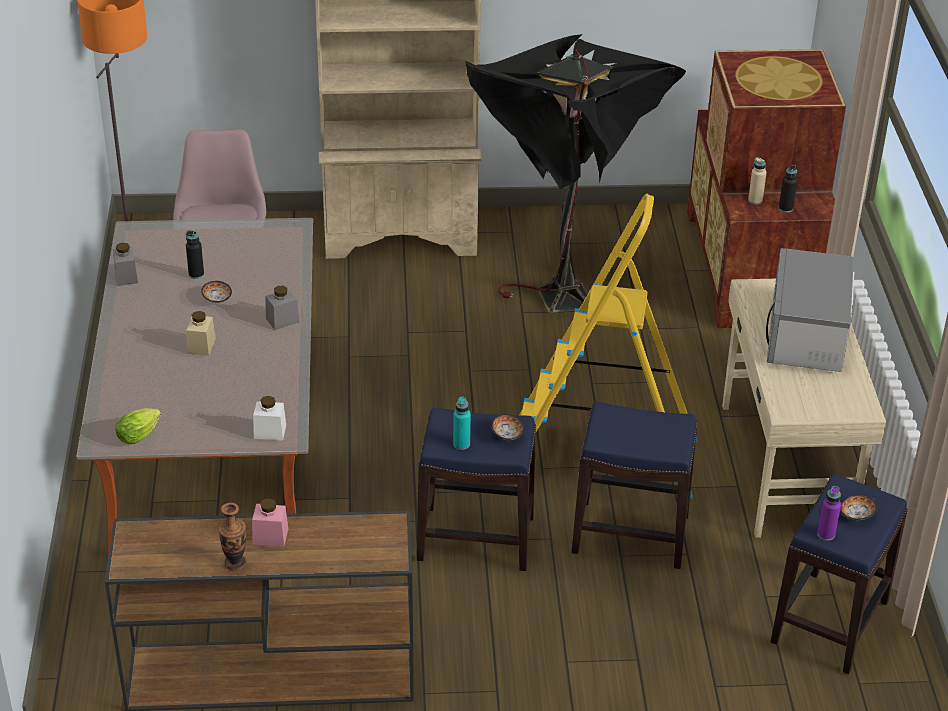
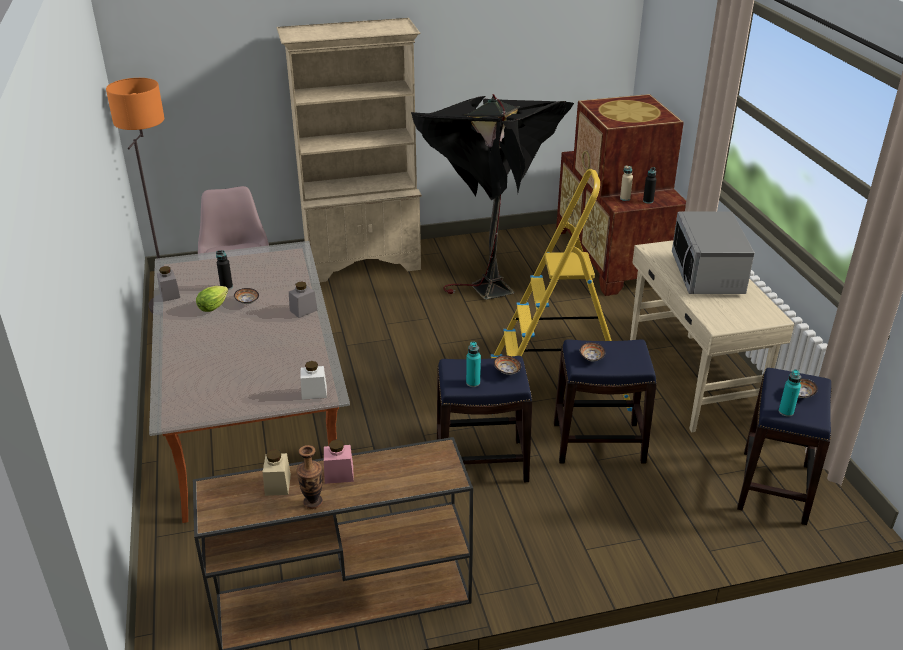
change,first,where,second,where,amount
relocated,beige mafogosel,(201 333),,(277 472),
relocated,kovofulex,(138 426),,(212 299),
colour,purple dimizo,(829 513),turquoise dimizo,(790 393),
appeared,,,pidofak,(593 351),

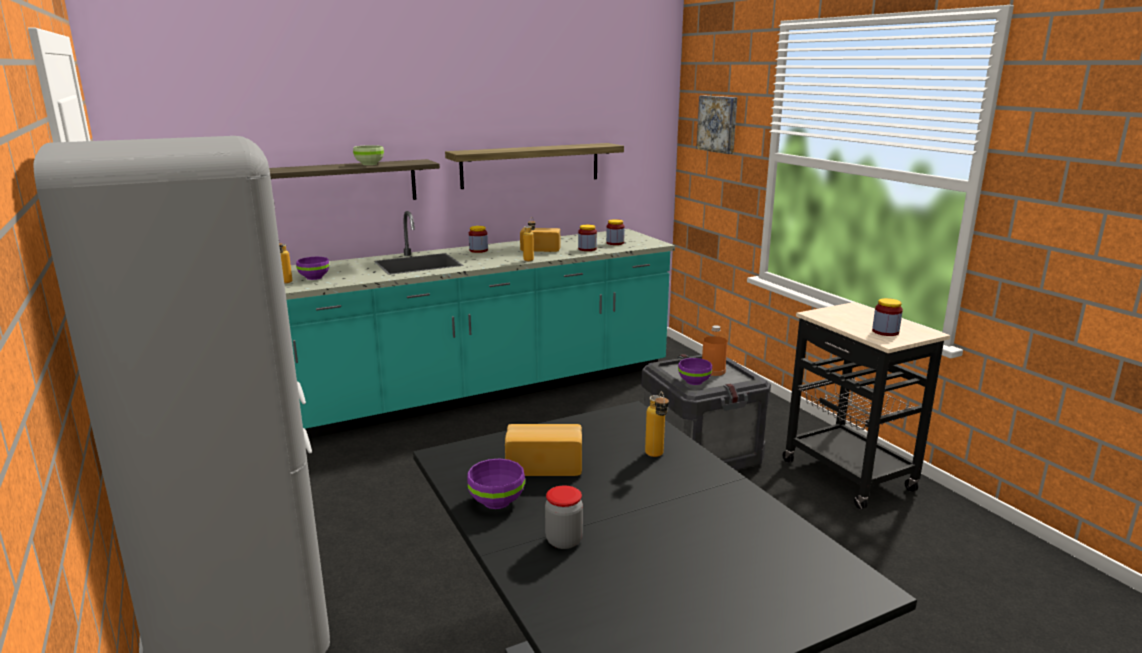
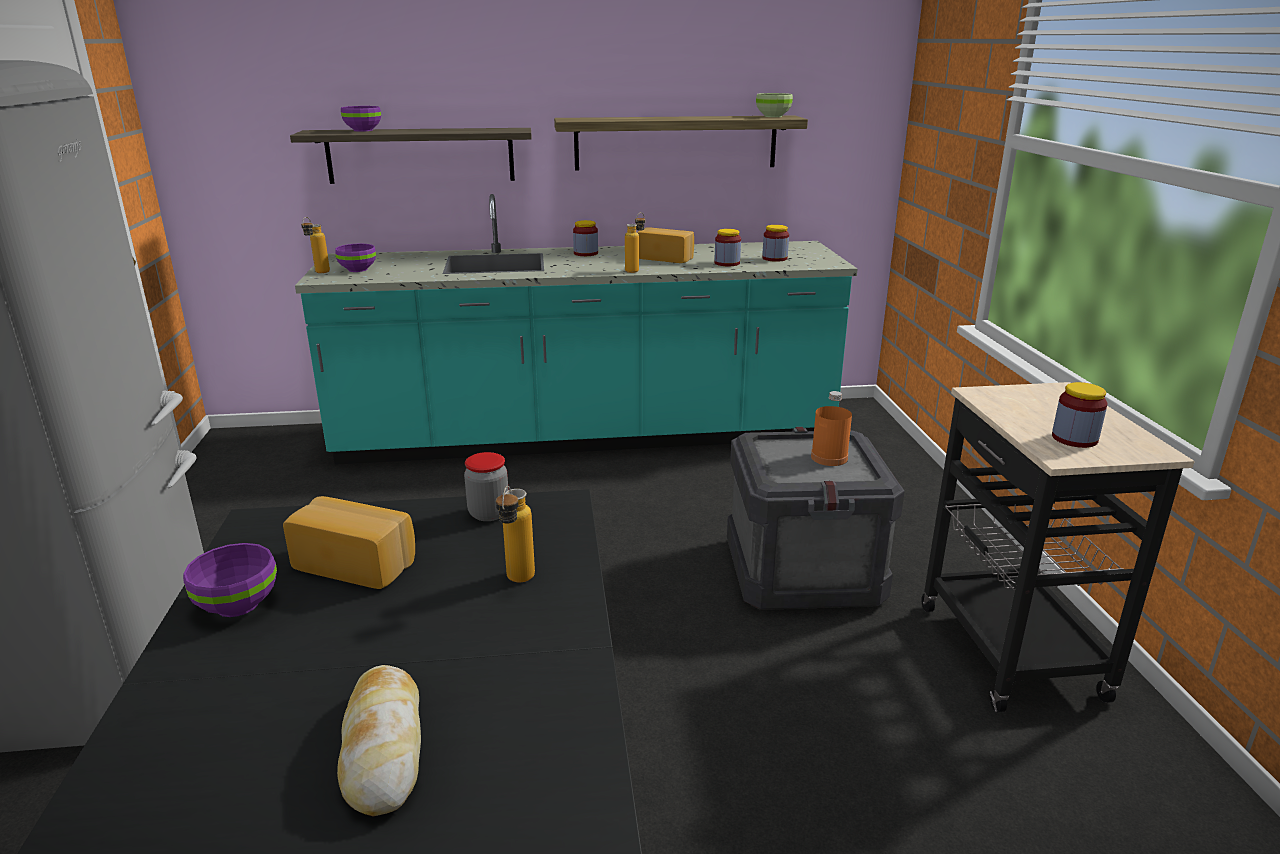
change,first,where,second,where,amount
missing,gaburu,(716 124),,,
relocated,green pidofak,(368 155),,(774 105),
relocated,purple pidofak,(695 371),,(361 119),
relocated,mafogosel,(564 517),,(486 486),
appeared,,,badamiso,(379 741),

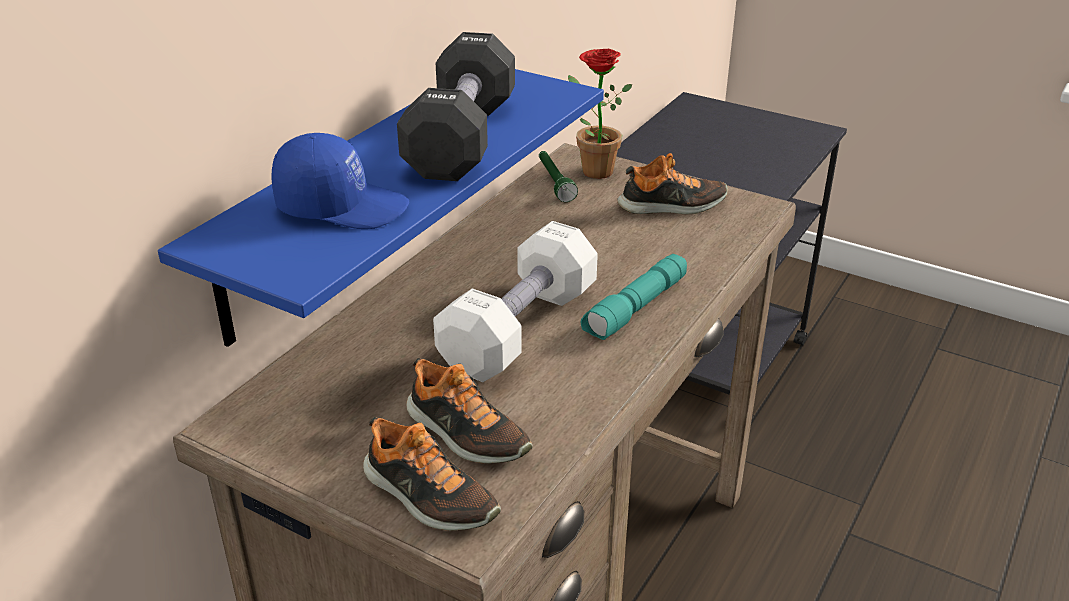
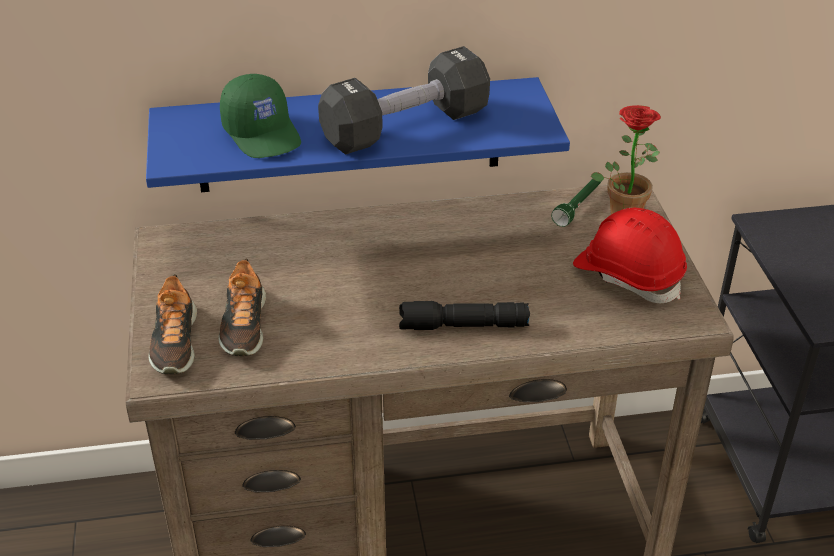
change,first,where,second,where,amount
colour,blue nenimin,(340 181),green nenimin,(260 116),
exchanged,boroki,(672 183),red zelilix,(630 255),
missing,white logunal,(515 301),,,
colour,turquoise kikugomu,(634 297),black kikugomu,(464 315),

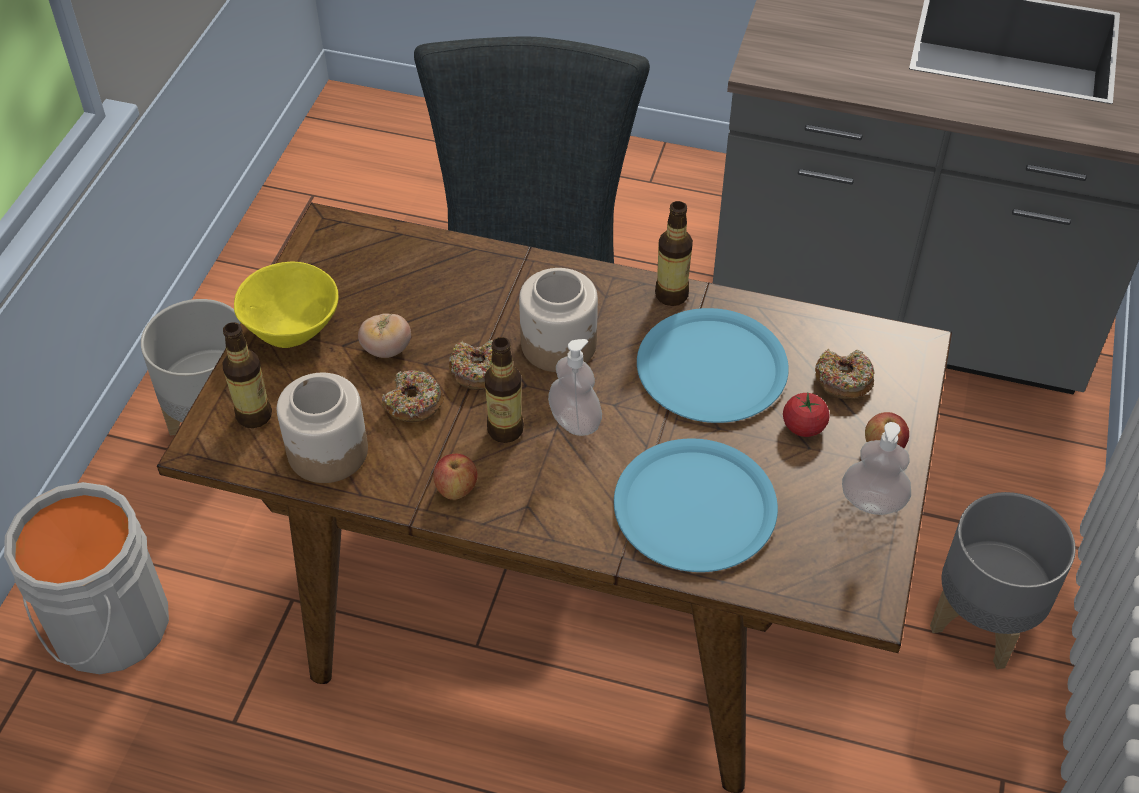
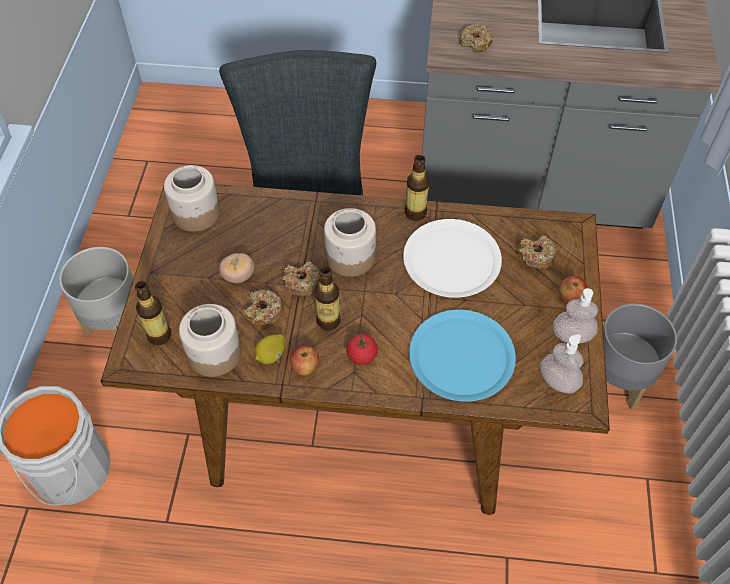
change,first,where,second,where,amount
missing,yellow pidofak,(286 305),,,
colour,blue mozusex,(713 365),white mozusex,(452 258),
relocated,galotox,(575 387),,(562 364),
relocated,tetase,(806 415),,(362 349),
appeared,,,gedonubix,(476 38),
appeared,,,mafogosel,(192 198),
appeared,,,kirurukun,(270 349),

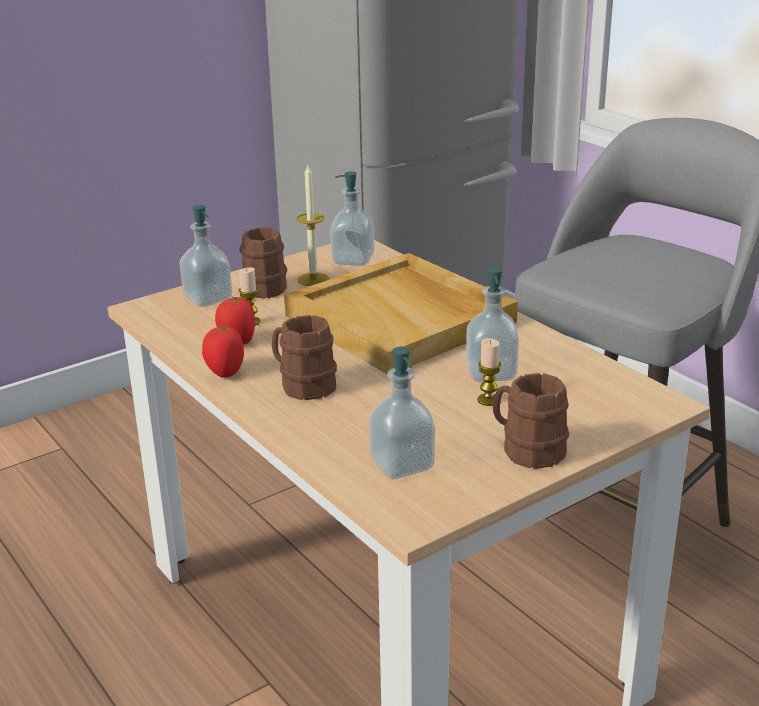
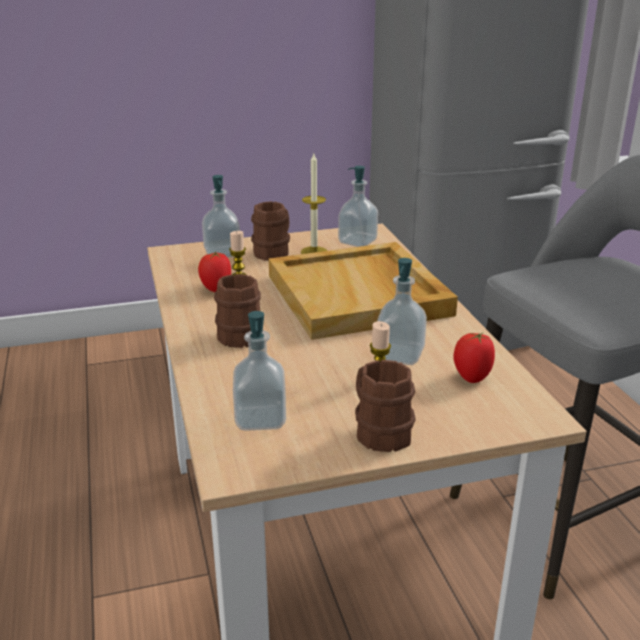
change,first,where,second,where,amount
relocated,tetase,(223 351),,(474 357),

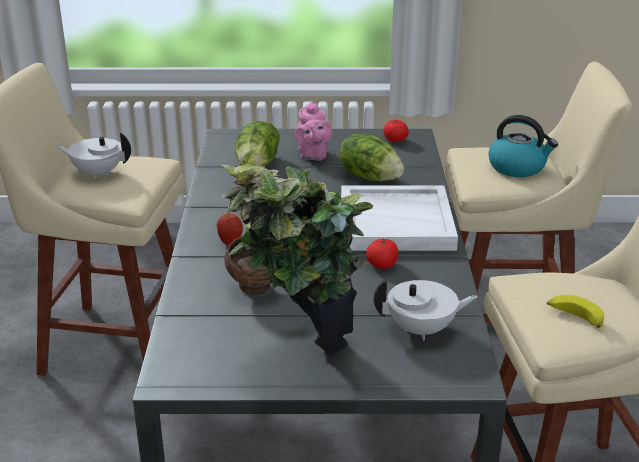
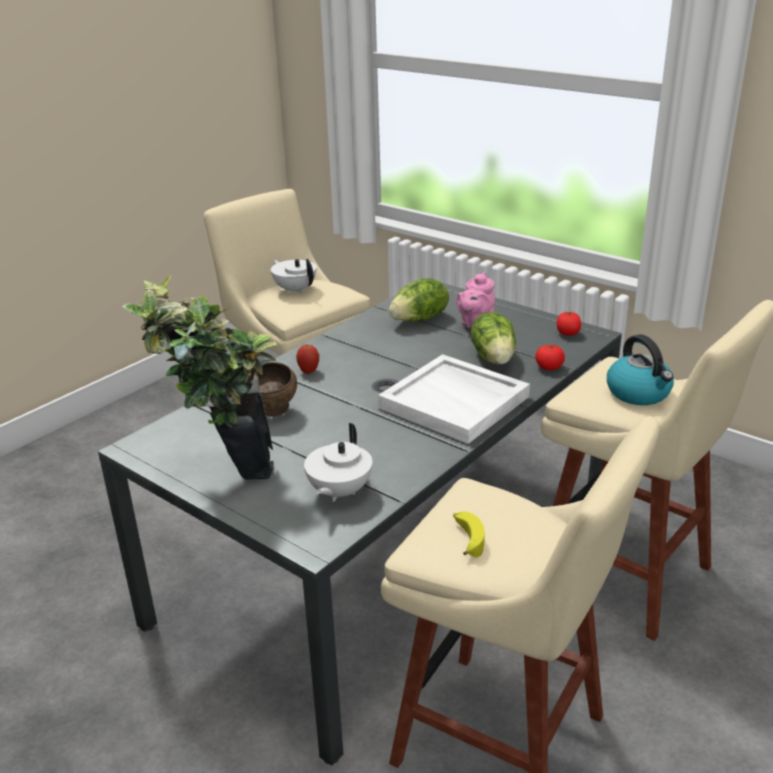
change,first,where,second,where,amount
relocated,tetase,(382 253),,(550 357),
spun,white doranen,(426 310),,(338 462),75 degrees clockwise

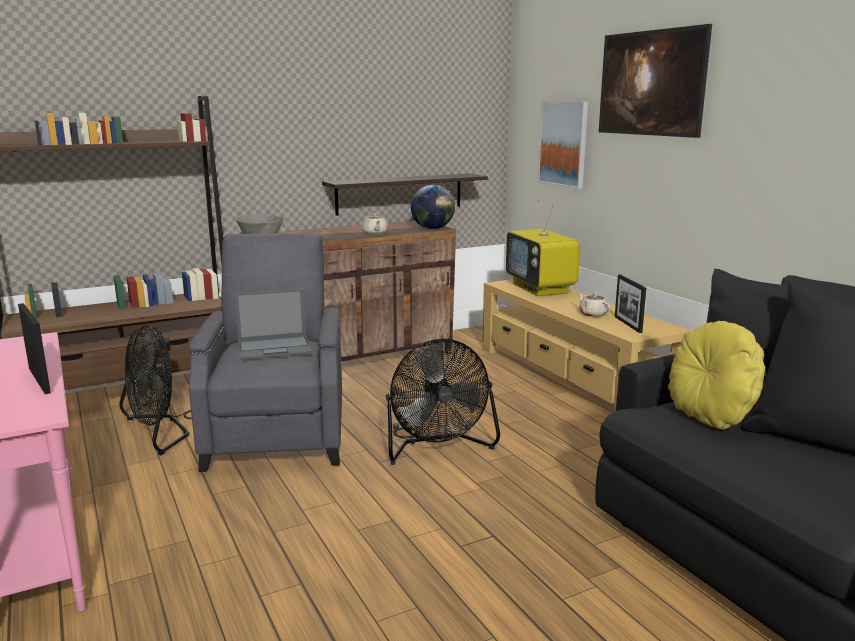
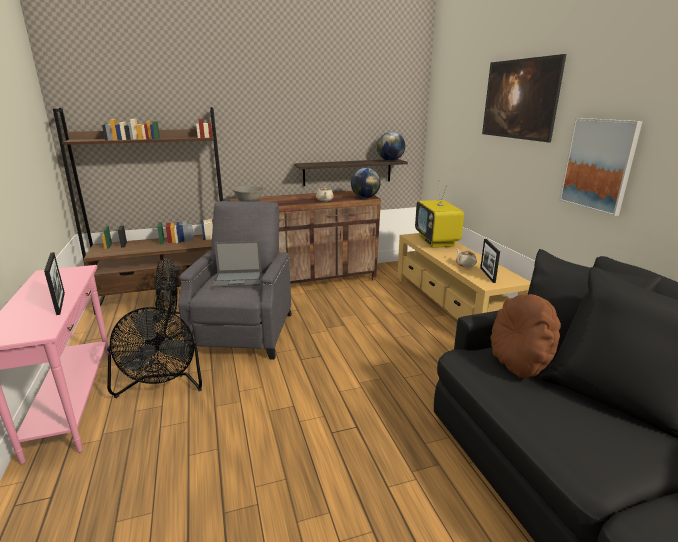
change,first,where,second,where,amount
relocated,gaburu,(563 145),,(601 167),
colour,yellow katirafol,(716 375),brown katirafol,(525 336),
relocated,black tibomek,(443 402),,(154 352),
appeared,,,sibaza,(391 146),

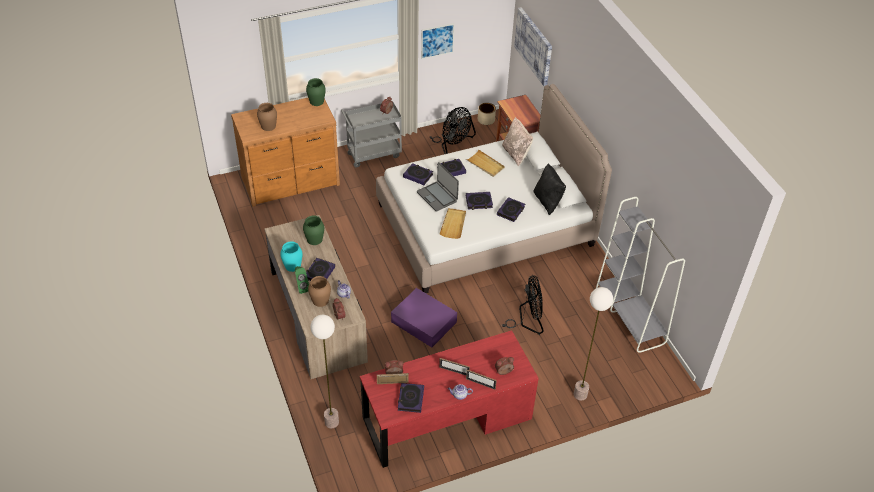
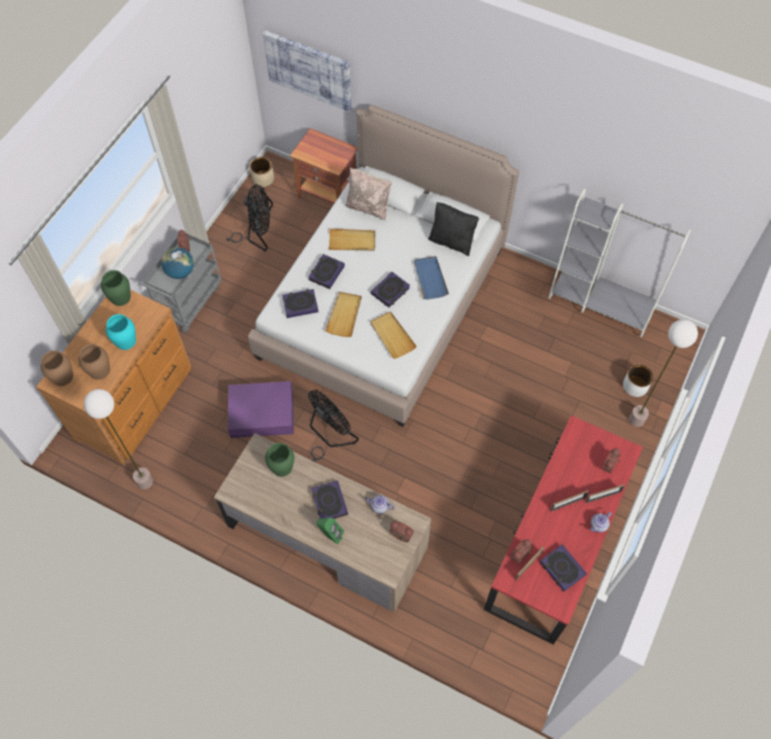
change,first,where,second,where,amount
missing,gaburu,(438 41),,,
exchanged,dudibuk,(438 187),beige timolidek,(343 314),
exchanged,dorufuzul,(511 209),blue timolidek,(431 277),
relocated,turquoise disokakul,(291 256),,(121 332),
relocated,black tibomek,(522 305),,(333 426),
relocated,brown disokakul,(319 291),,(57 368),
relocated,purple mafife,(424 317),,(261 409),
relocated,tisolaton,(325 371),,(118 439),
appeared,,,sibaza,(177 263),
appeared,,,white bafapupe,(638 381),

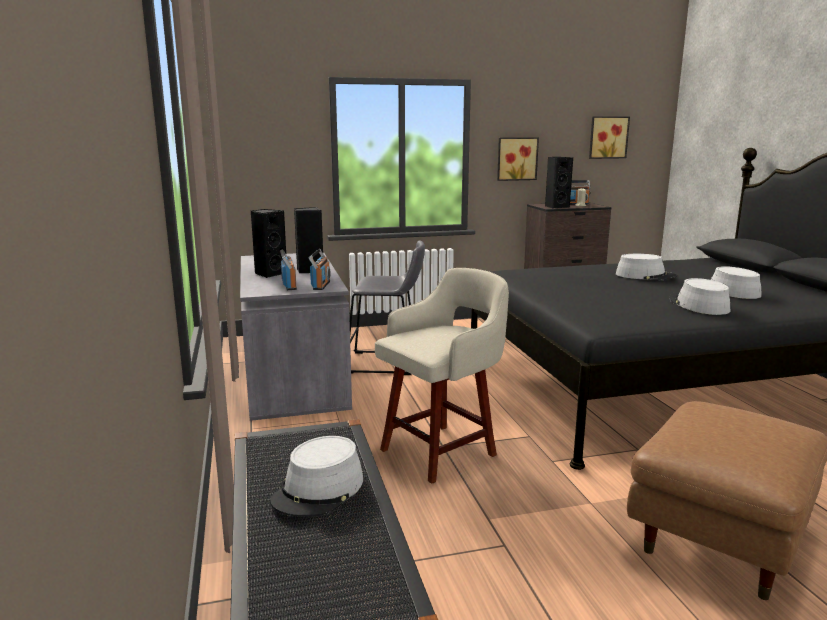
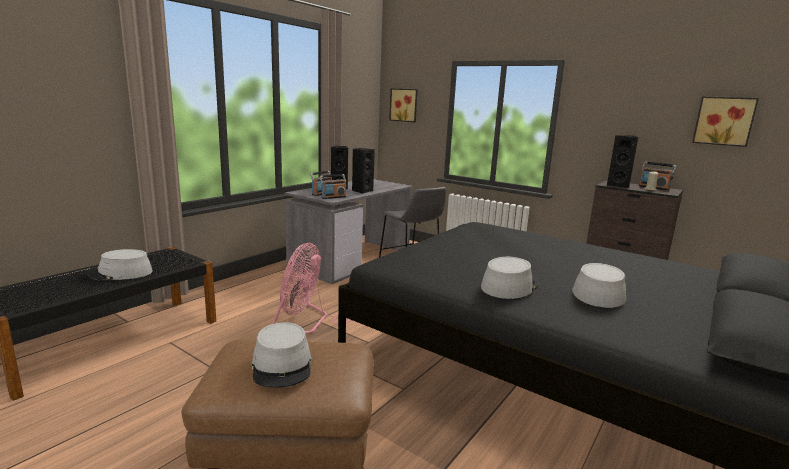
change,first,where,second,where,amount
relocated,gaburu,(518 159),,(403 105),
relocated,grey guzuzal,(646 267),,(282 355),
exchanged,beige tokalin,(442 376),pink tibomek,(312 288),

